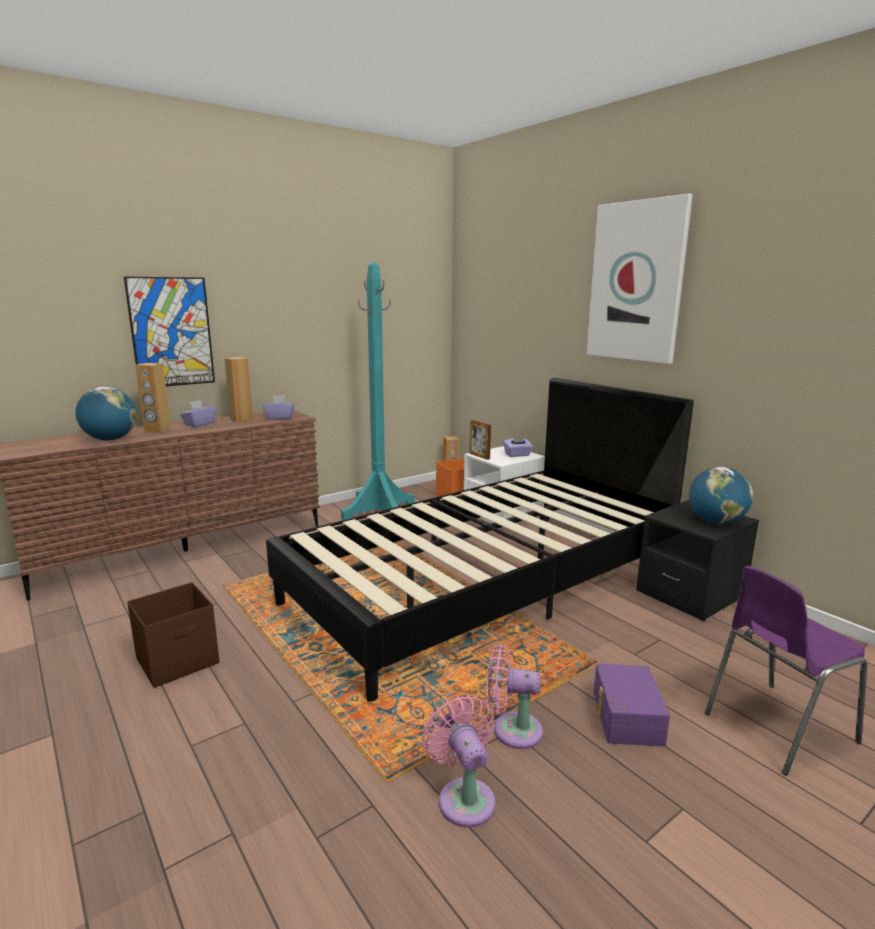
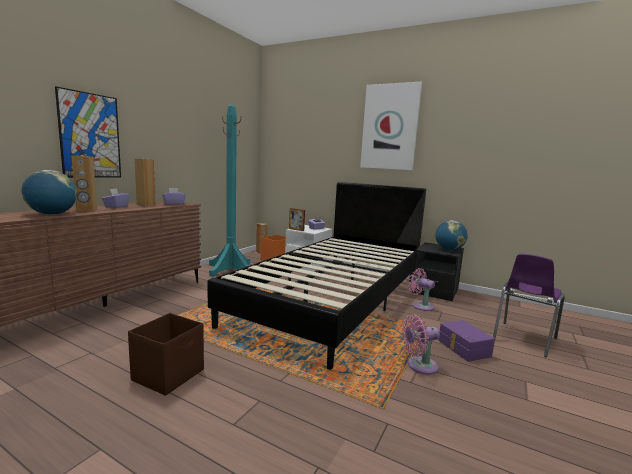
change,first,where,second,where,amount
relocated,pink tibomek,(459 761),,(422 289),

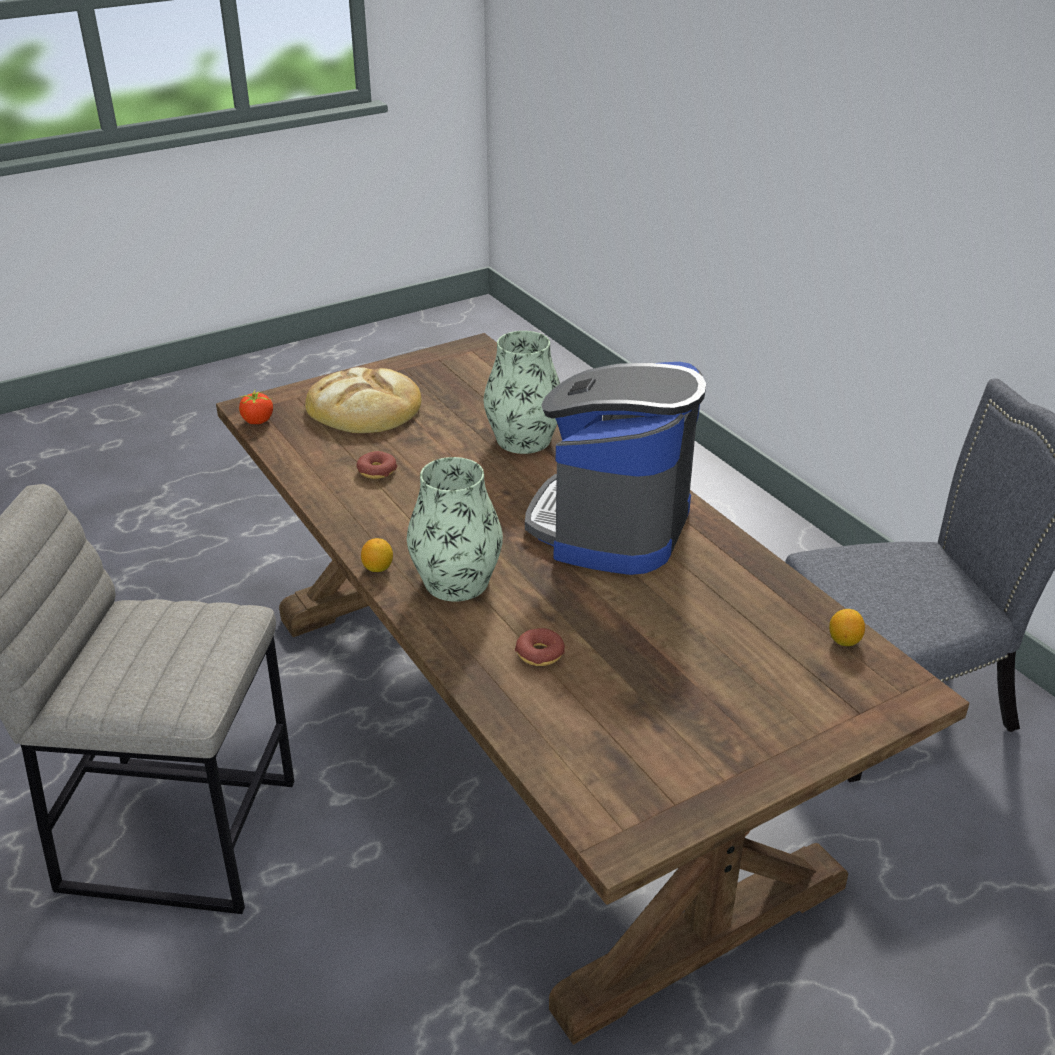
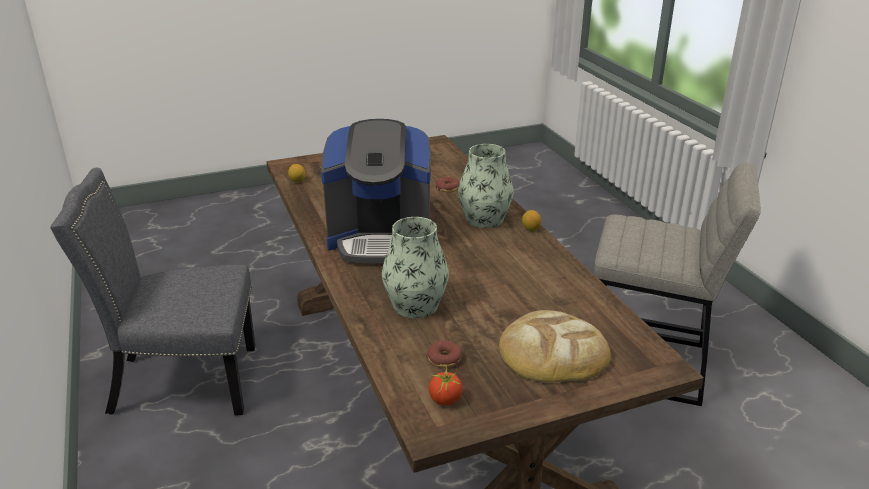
change,first,where,second,where,amount
spun,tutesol,(615 468),,(376 191),60 degrees clockwise
relocated,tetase,(256 407),,(446 384),
relocated,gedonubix,(377 465),,(444 354),

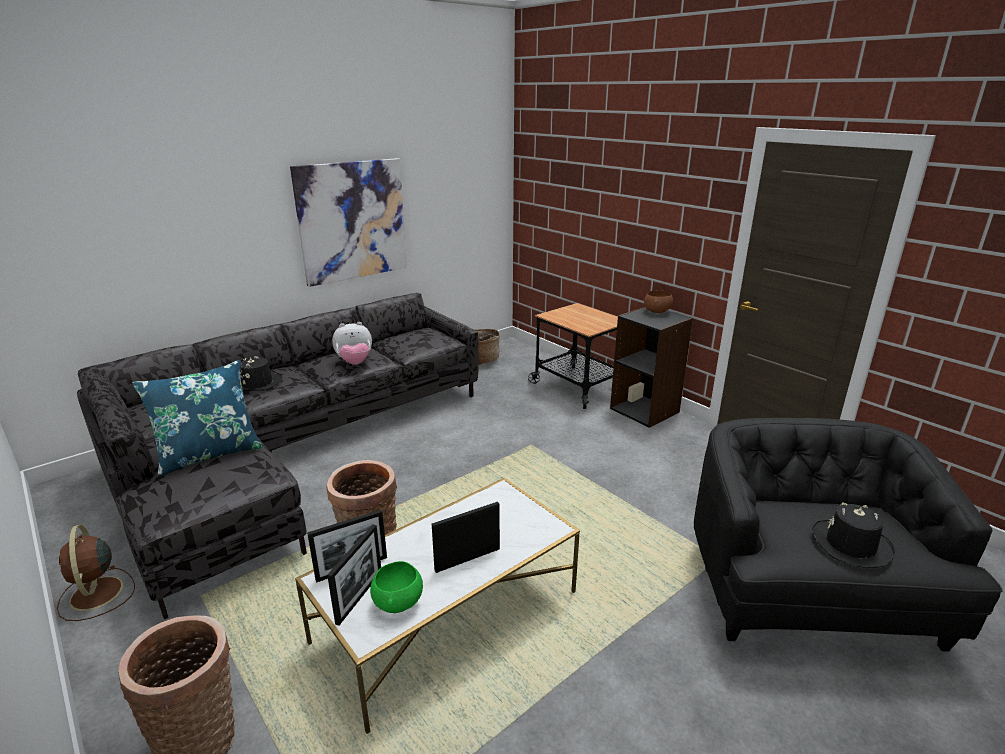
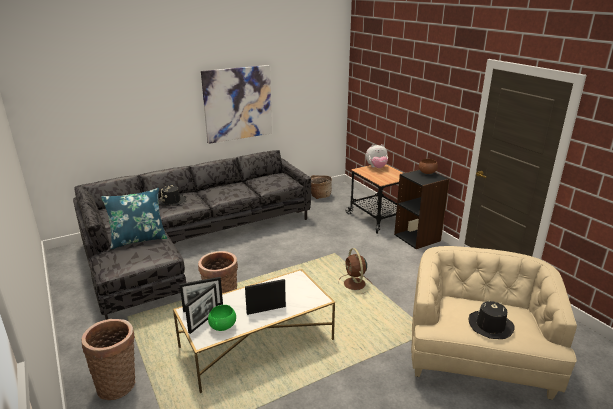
change,first,where,second,where,amount
relocated,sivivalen,(352 343),,(377 156),
colour,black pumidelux,(848 535),beige pumidelux,(494 323),
relocated,brown tibomek,(96 572),,(354 271),

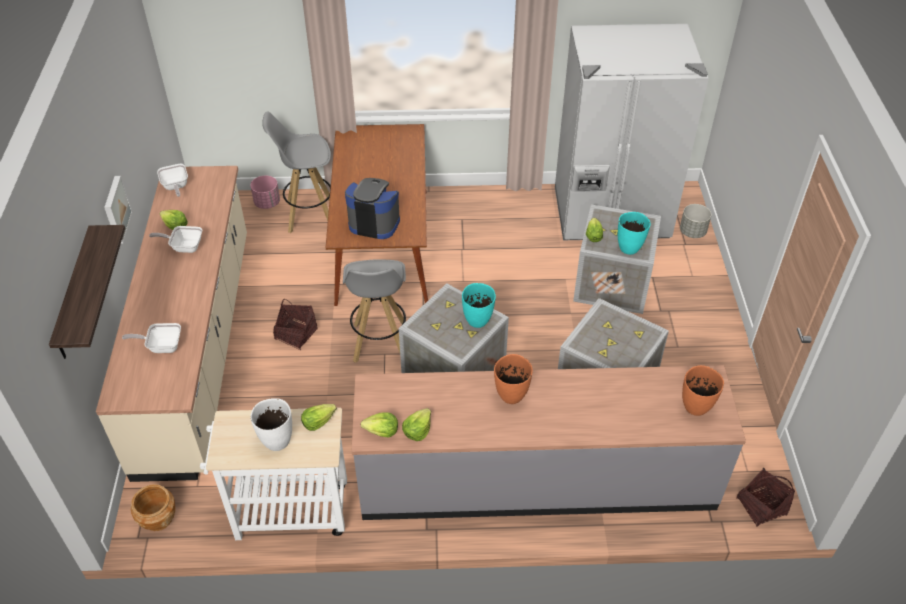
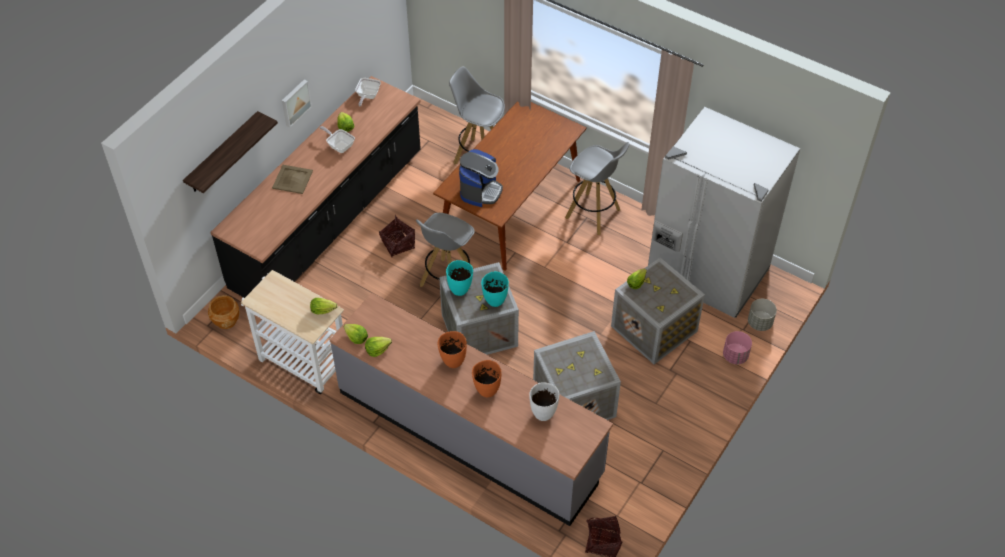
change,first,where,second,where,amount
colour,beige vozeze,(171 324),black vozeze,(315 187),
relocated,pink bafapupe,(265 192),,(737 347),
spun,tutesol,(372 208),,(481 178),60 degrees clockwise
relocated,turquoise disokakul,(634 233),,(459 278),
missing,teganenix,(151 338),,,
relocated,orange disokakul,(703 390),,(487 378),
relocated,white disokakul,(271 424),,(544 401),
appeared,,,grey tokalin,(597 188),
appeared,,,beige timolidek,(292 179),

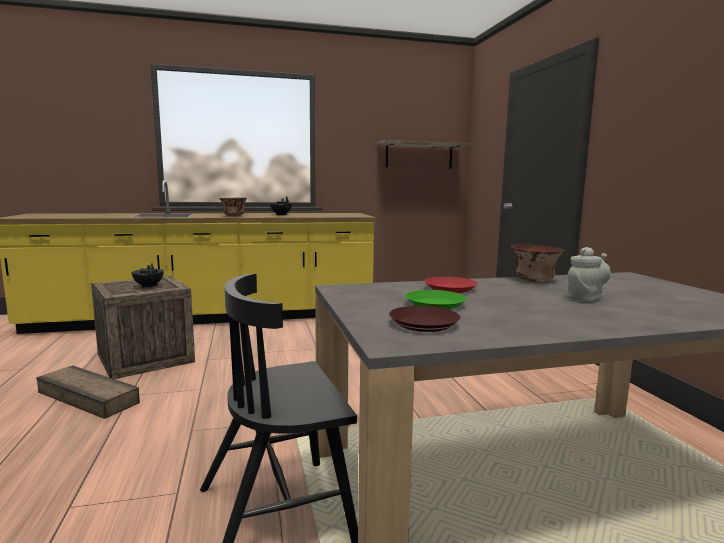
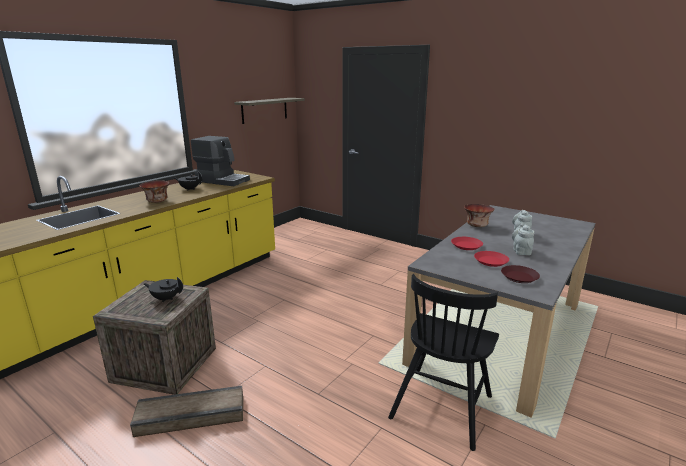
change,first,where,second,where,amount
colour,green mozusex,(436 300),red mozusex,(491 259),
appeared,,,tutesol,(220 161),
appeared,,,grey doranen,(523 239),

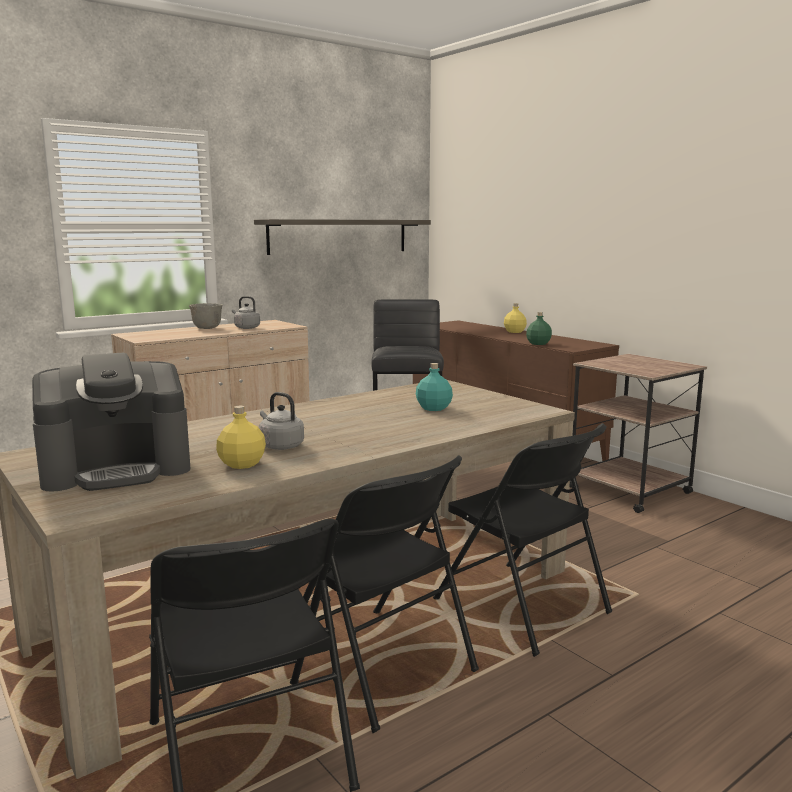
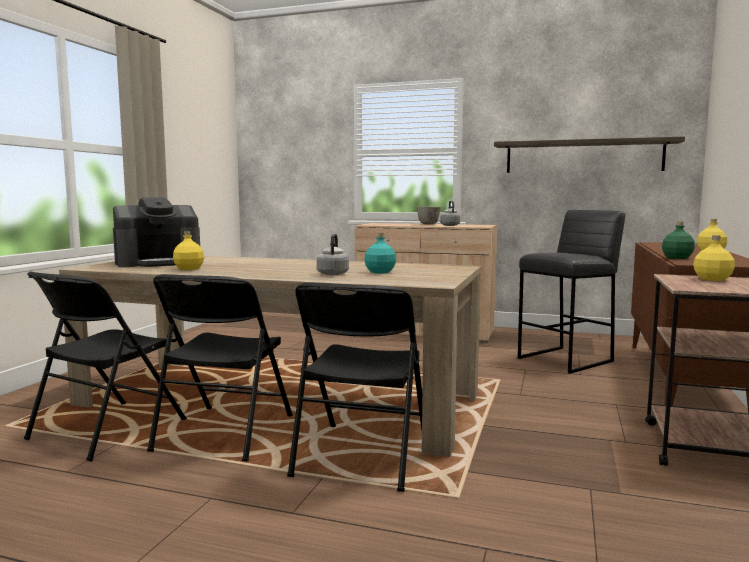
change,first,where,second,where,amount
spun,tutesol,(111 422),,(156 232),60 degrees counterclockwise
relocated,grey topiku,(281 421),,(333 254),
appeared,,,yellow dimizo,(714 258),

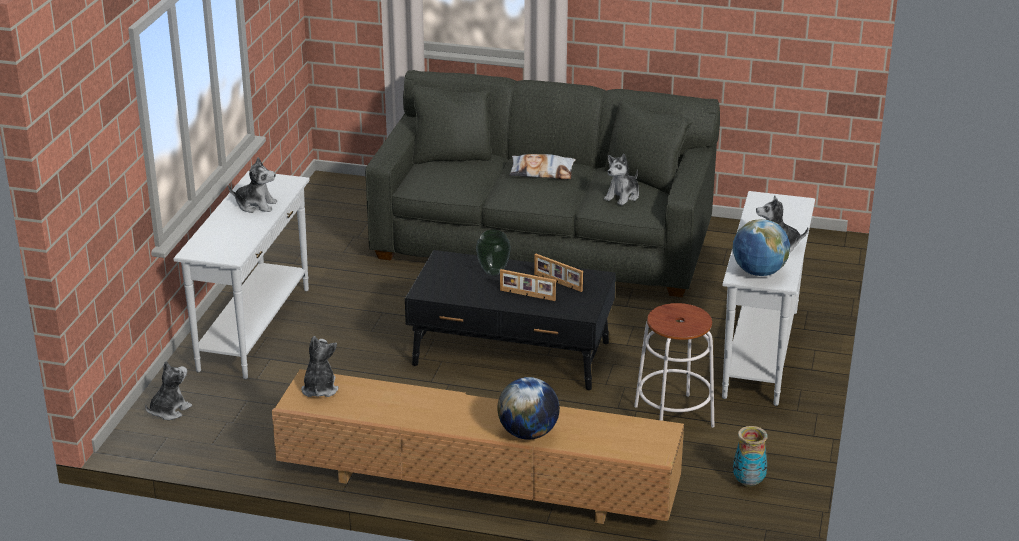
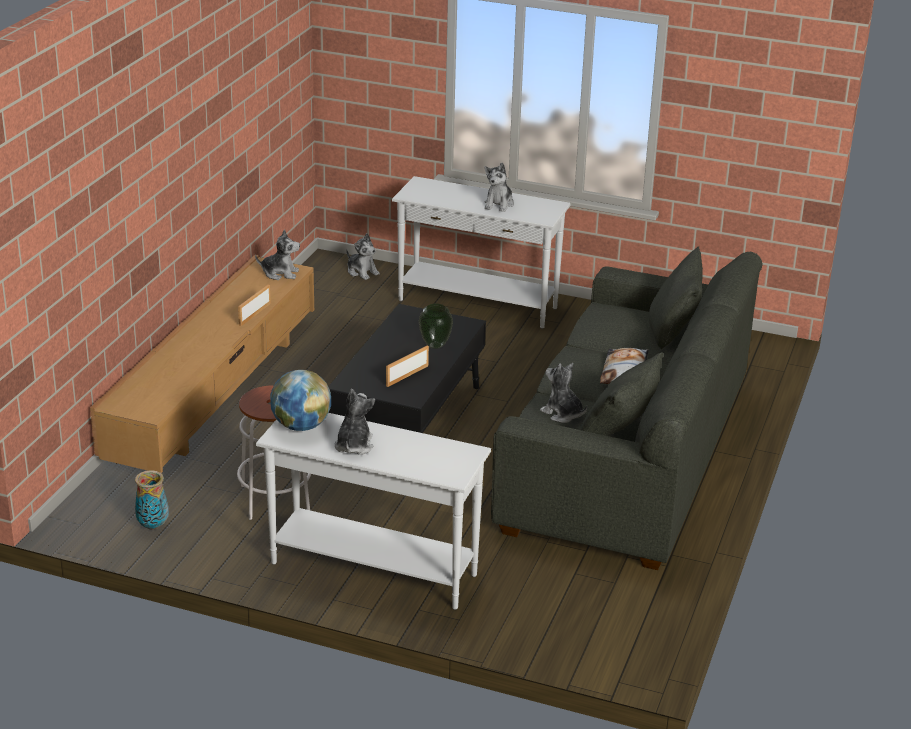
change,first,where,second,where,amount
relocated,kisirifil,(528 285),,(254 305),
missing,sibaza,(528 408),,,

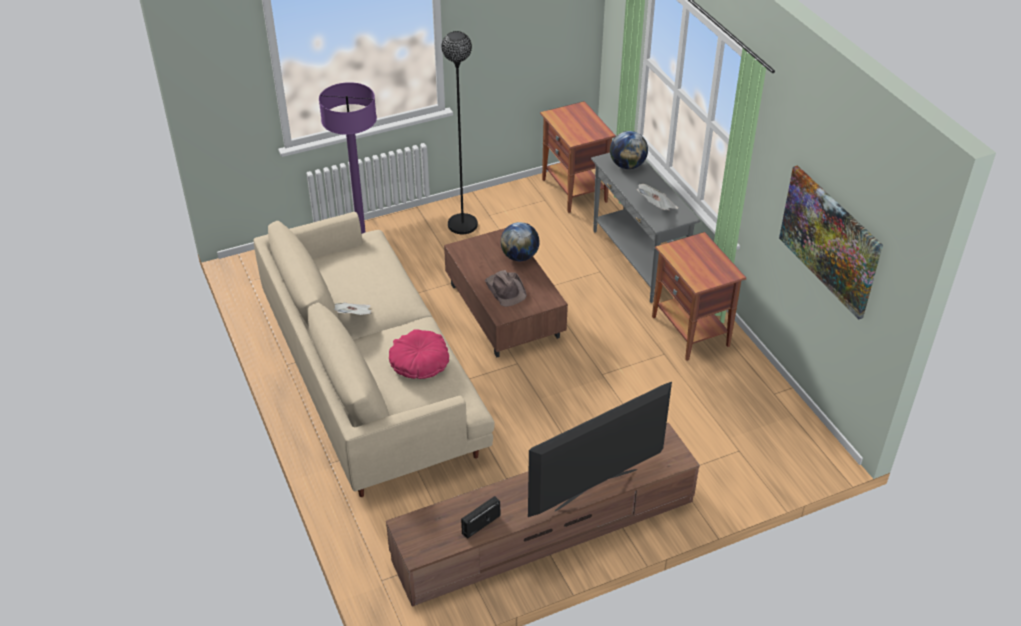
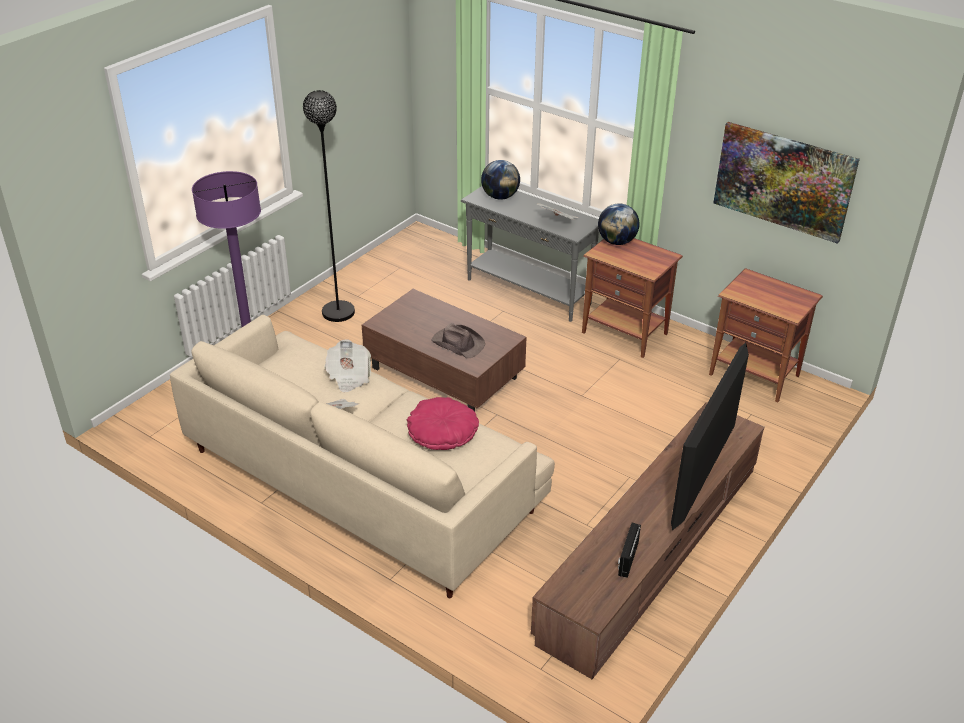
change,first,where,second,where,amount
relocated,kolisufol,(578 157),,(766 335),
relocated,sibaza,(520 241),,(619 224),
appeared,,,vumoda,(347 366),

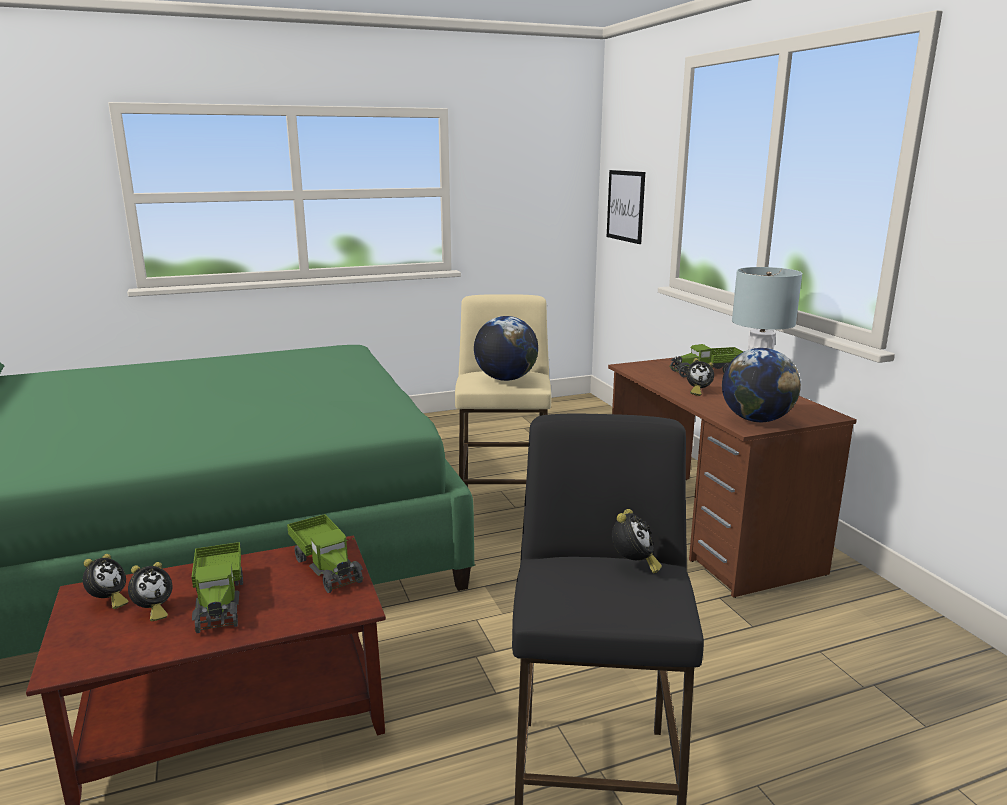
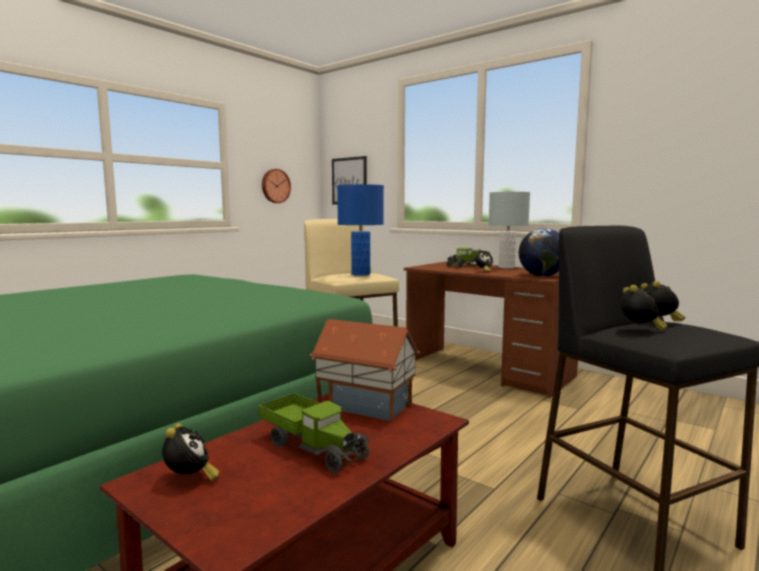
change,first,where,second,where,amount
exchanged,sibaza,(506 348),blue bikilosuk,(360 230),
exchanged,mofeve,(325 553),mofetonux,(365 371),
relocated,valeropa,(150 591),,(644 307),
appeared,,,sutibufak,(276 186),

